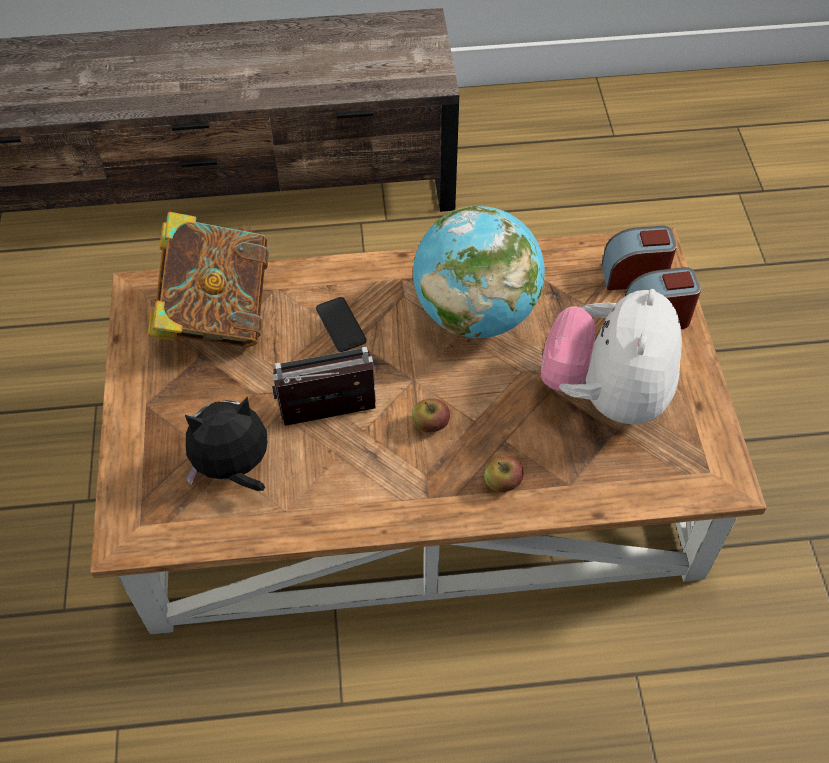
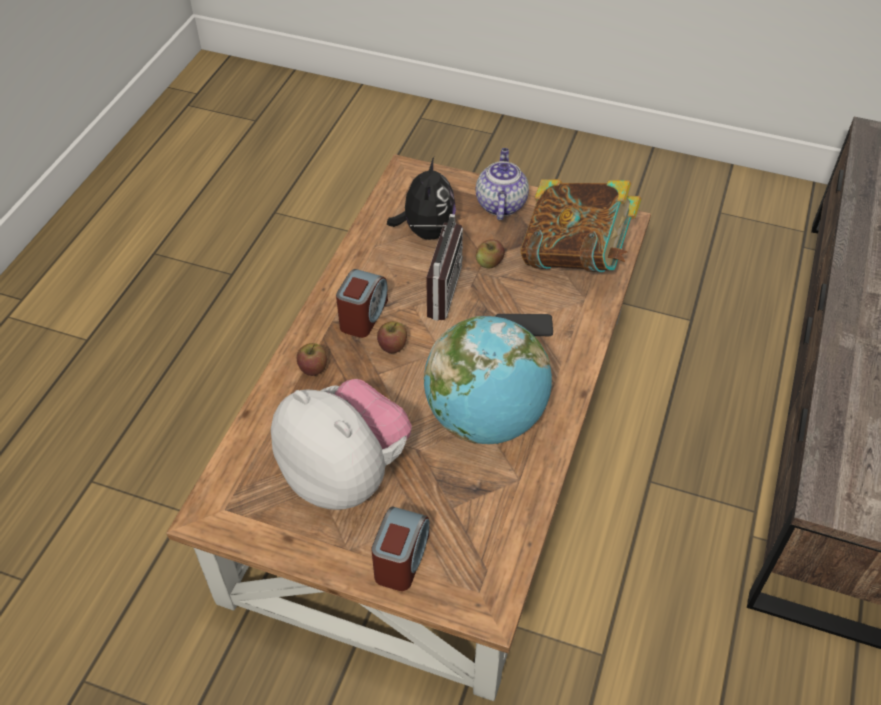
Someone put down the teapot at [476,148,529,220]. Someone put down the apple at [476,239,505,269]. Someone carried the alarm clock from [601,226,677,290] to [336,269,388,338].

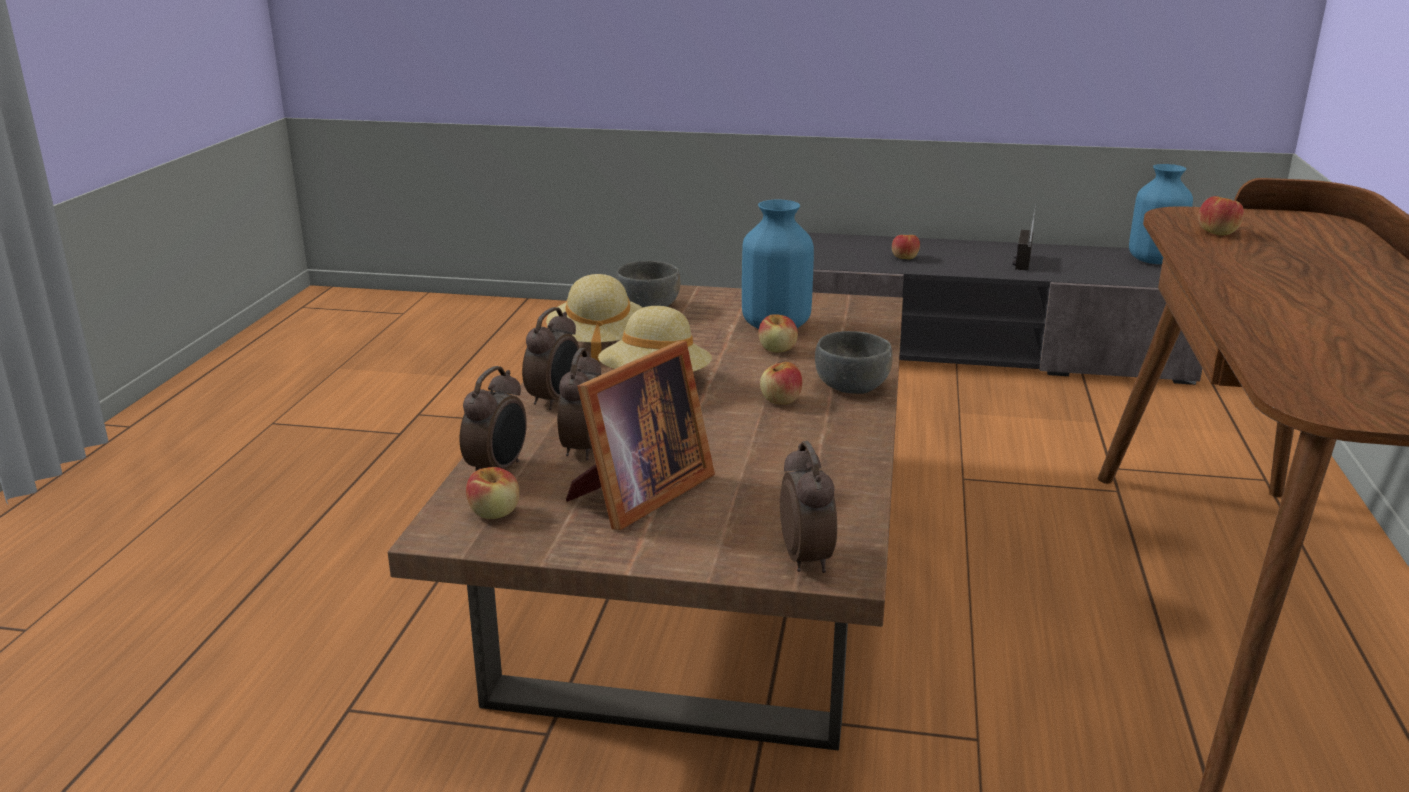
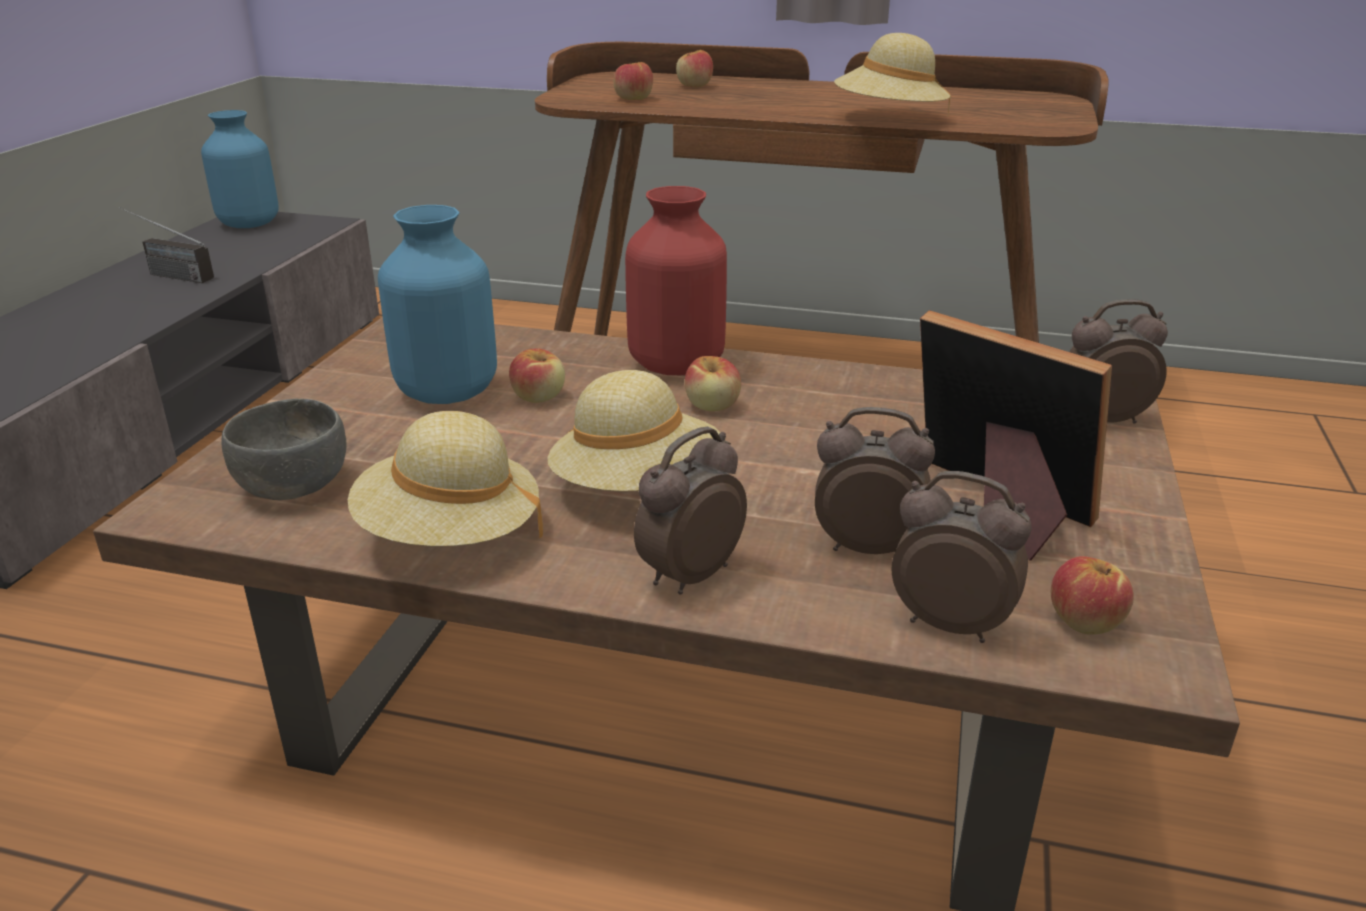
Someone put down the beige hat at [834,33,951,116]. Someone carried the apple from [892,235,920,259] to [676,50,713,87]. Someone swapped the grey bowl at [815,331,893,394] for the red vase at [625,186,727,375]. Someone rotated the alarm clock at [522,307,579,410] by 75 degrees counterclockwise.

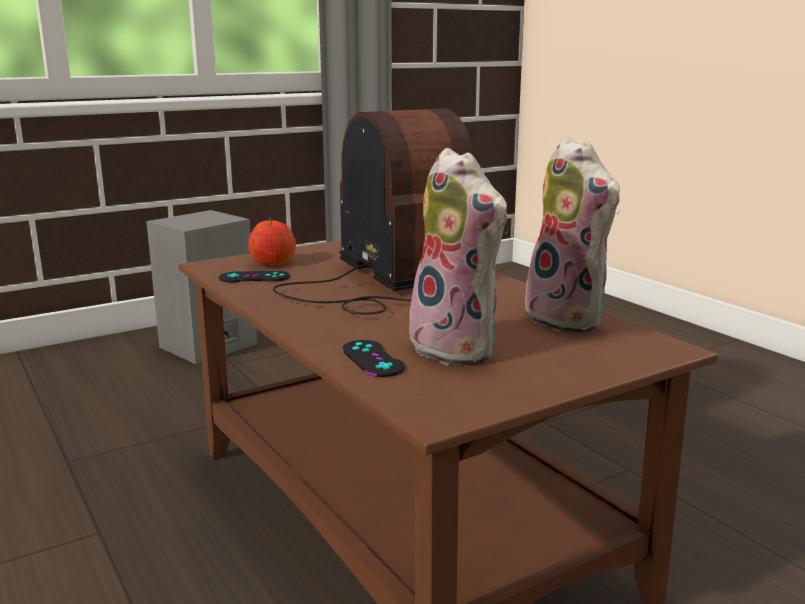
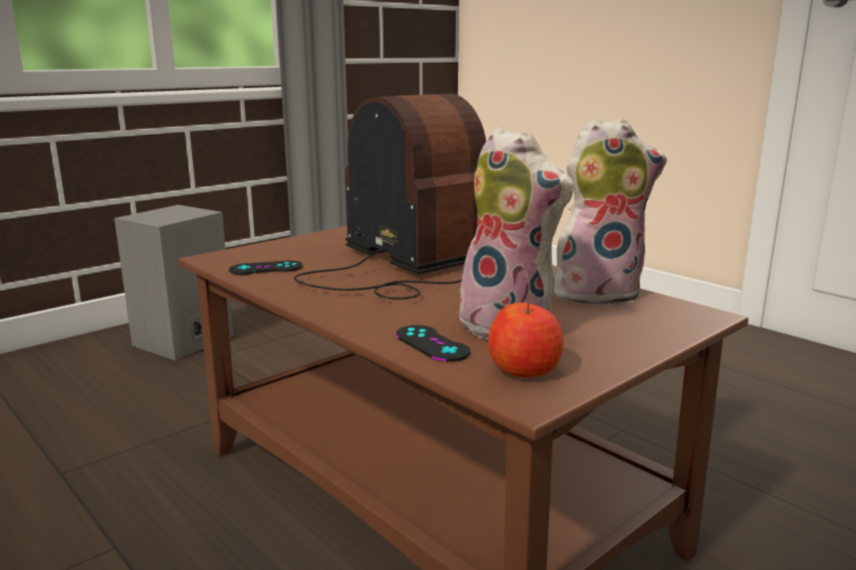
Someone carried the apple from [248,217,296,265] to [488,300,564,378]. Someone rotated the plush toy at [525,137,620,333] by 60 degrees counterclockwise.

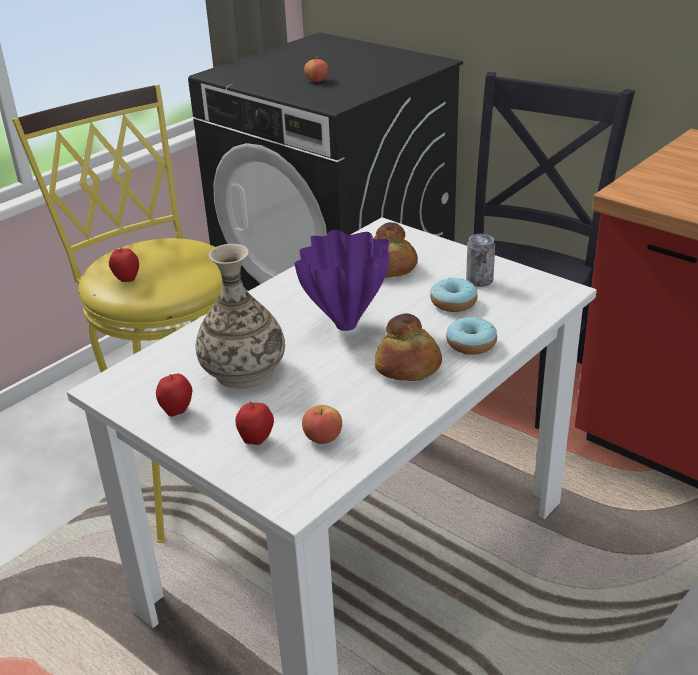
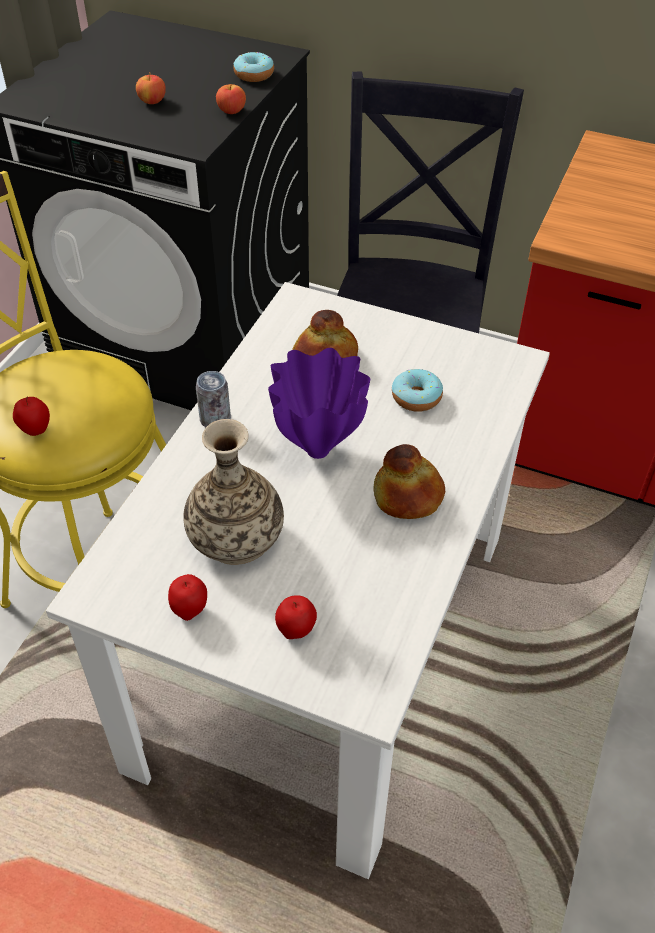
Someone carried the apple from [302,405,342,444] to [216,84,246,114]. Someone carried the donut from [446,317,497,355] to [233,52,274,82]. Someone carried the can from [466,234,495,287] to [196,371,231,427].

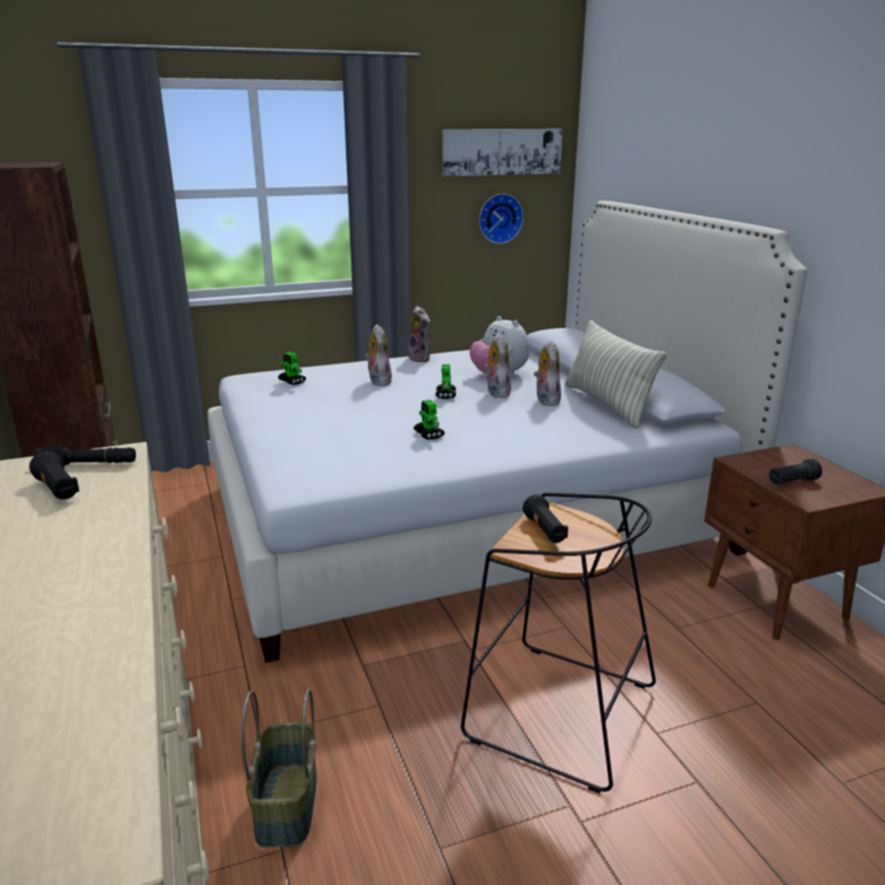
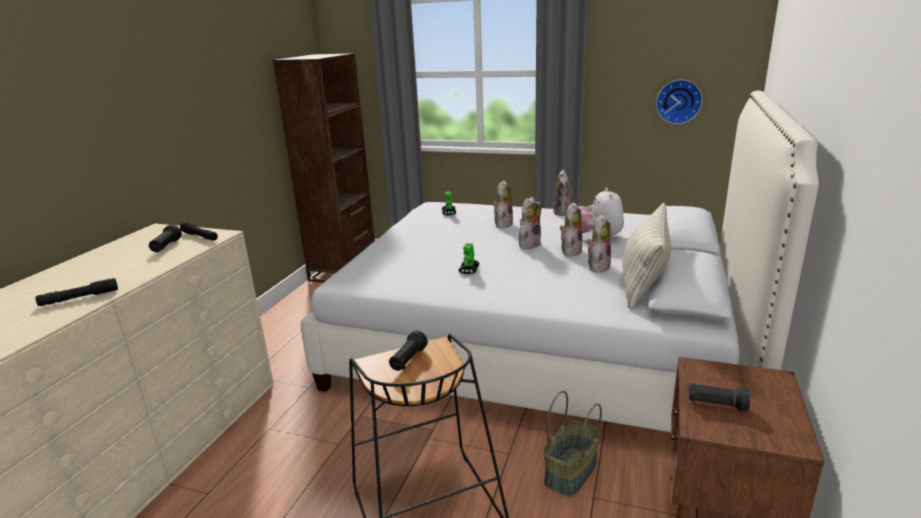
Someone took away the picture at [442,129,562,176]. Someone put down the black flashlight at [35,278,118,306]. Someone carried the basket from [241,689,316,848] to [544,391,602,497]. Someone swapped the toy robot at [436,364,456,399] for the plush toy at [519,197,541,249].

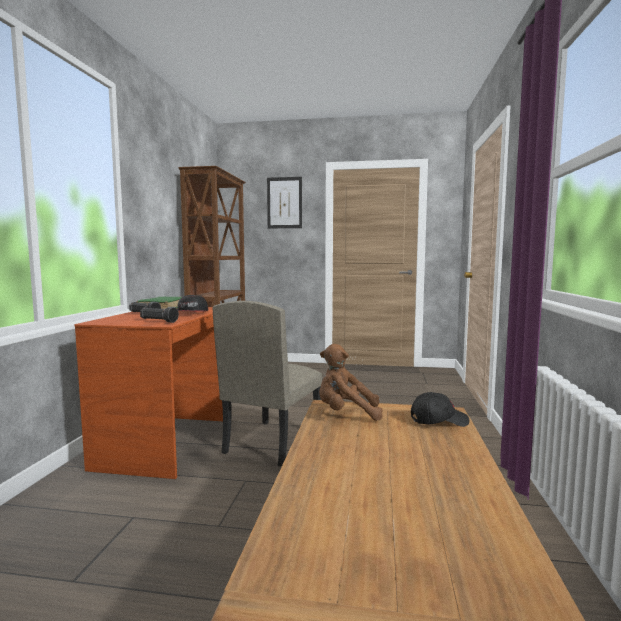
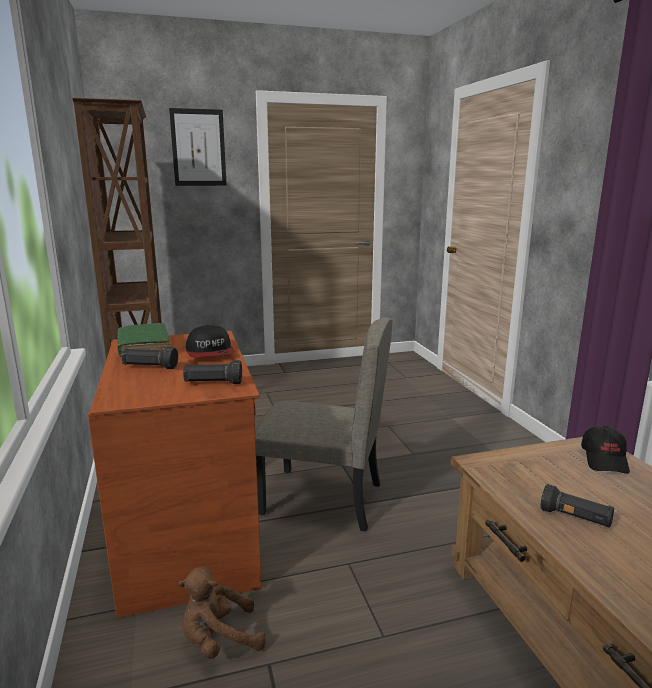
Someone put down the black flashlight at [540,484,614,527]. Someone carried the brown plush toy from [319,344,383,421] to [178,567,266,659]. Someone rotated the beige chair at [213,301,322,467] by 75 degrees counterclockwise. Someone rotated the black cap at [411,392,470,427] by 135 degrees clockwise.

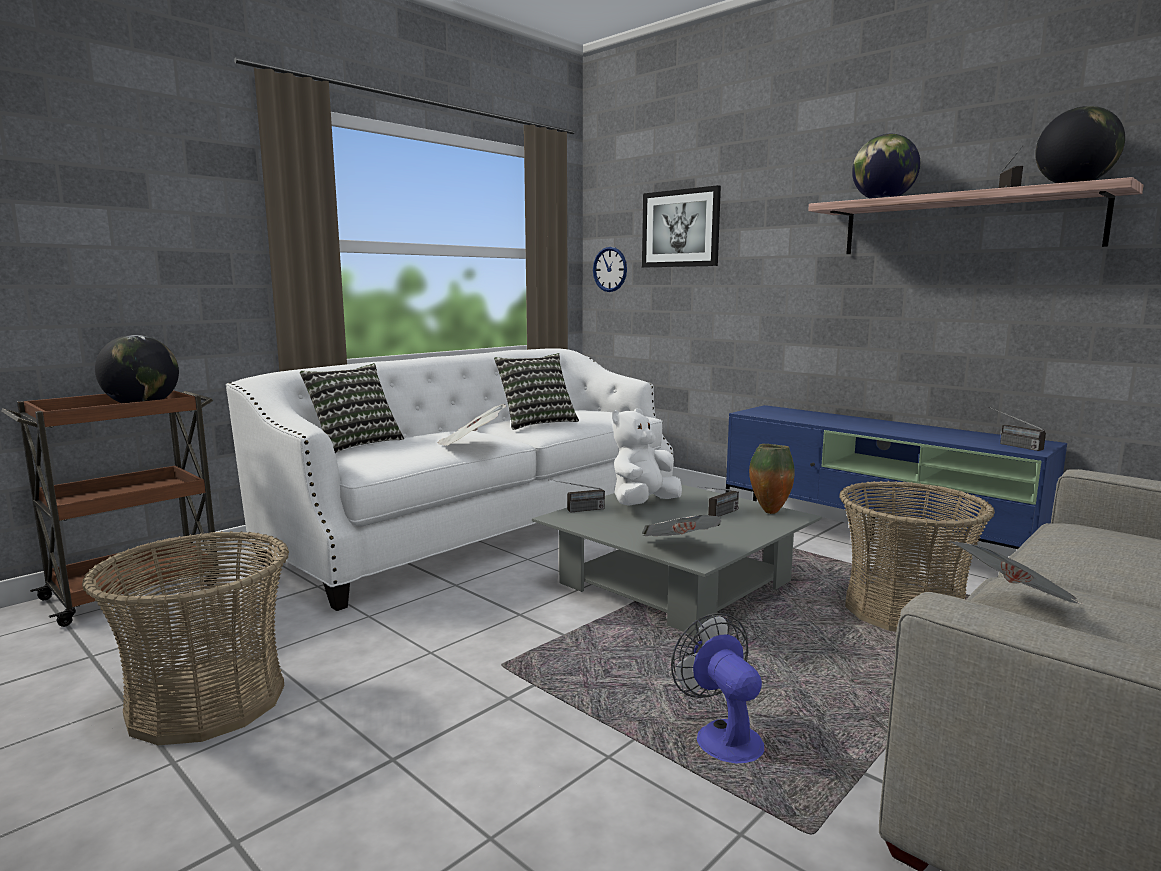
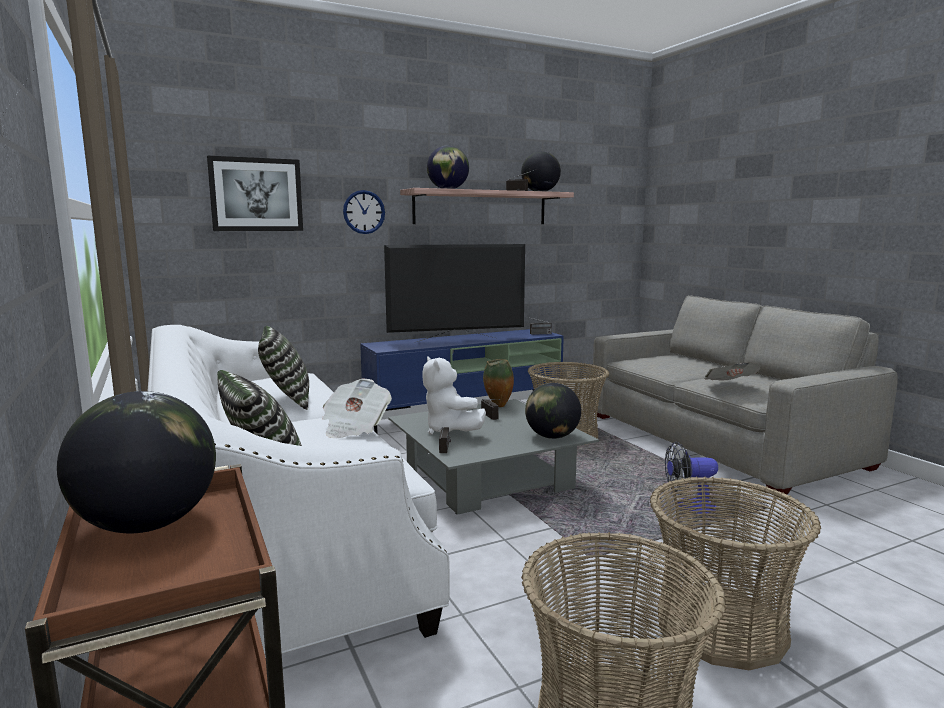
Someone put down the television at [384,244,525,343]. Someone put down the basket at [650,477,821,670]. Someone carried the wall clock from [593,247,627,292] to [343,190,385,234]. Someone swapped the newspaper at [642,515,721,536] for the globe at [525,383,581,439].

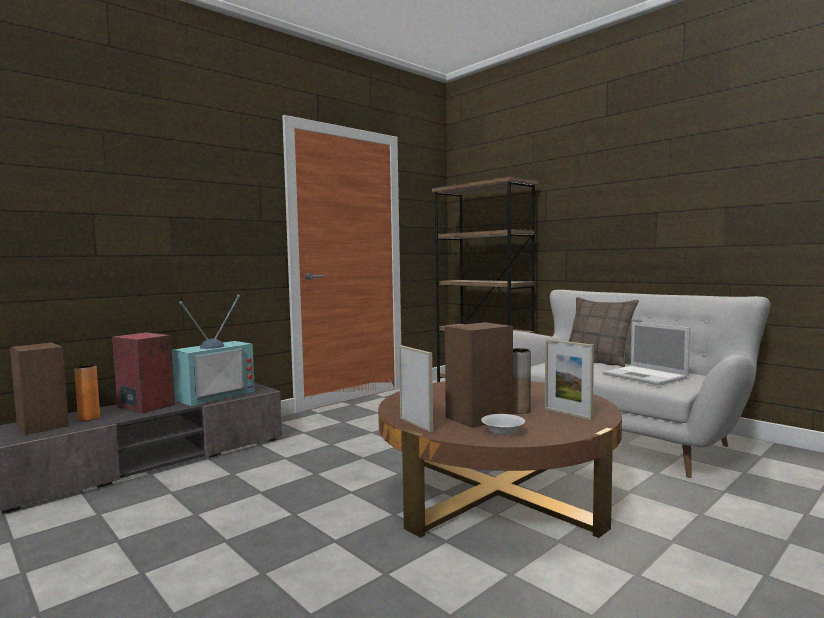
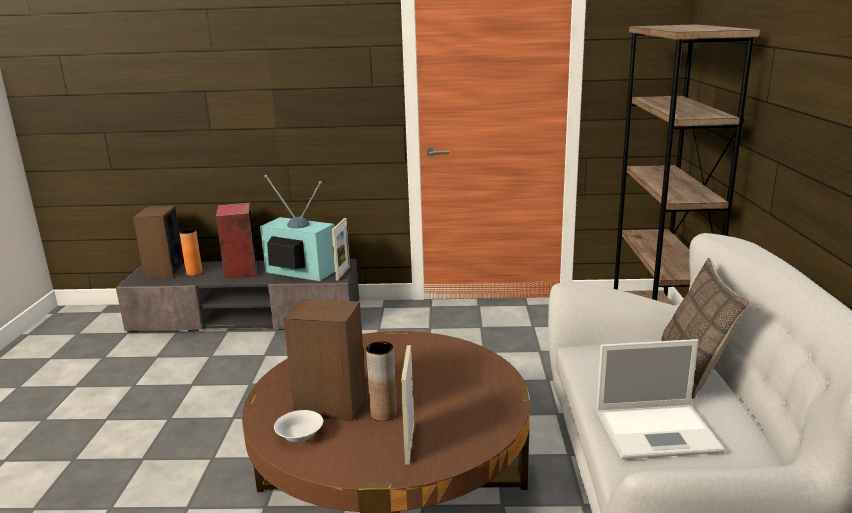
Someone carried the picture frame from [399,345,433,432] to [332,218,350,280]. Someone rotated the television at [172,295,255,406] by 150 degrees counterclockwise. Someone rotated the laptop at [603,322,690,385] by 105 degrees counterclockwise.

